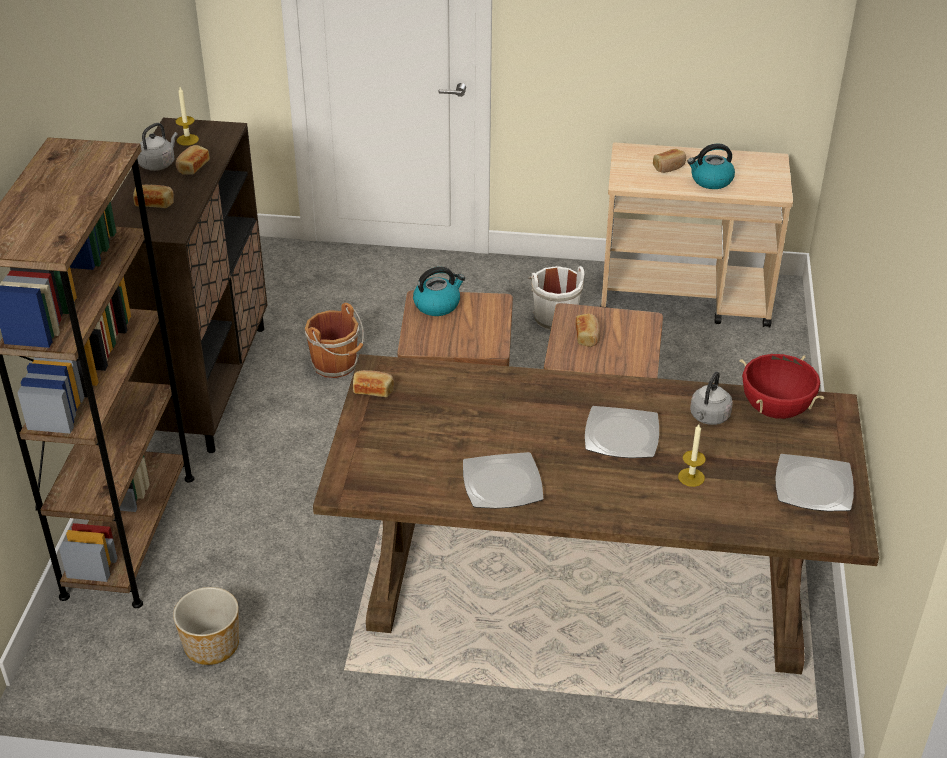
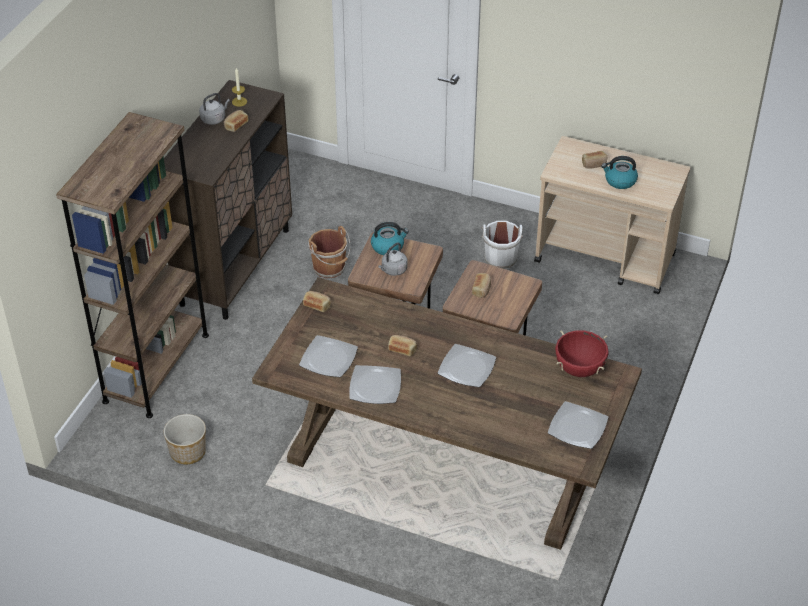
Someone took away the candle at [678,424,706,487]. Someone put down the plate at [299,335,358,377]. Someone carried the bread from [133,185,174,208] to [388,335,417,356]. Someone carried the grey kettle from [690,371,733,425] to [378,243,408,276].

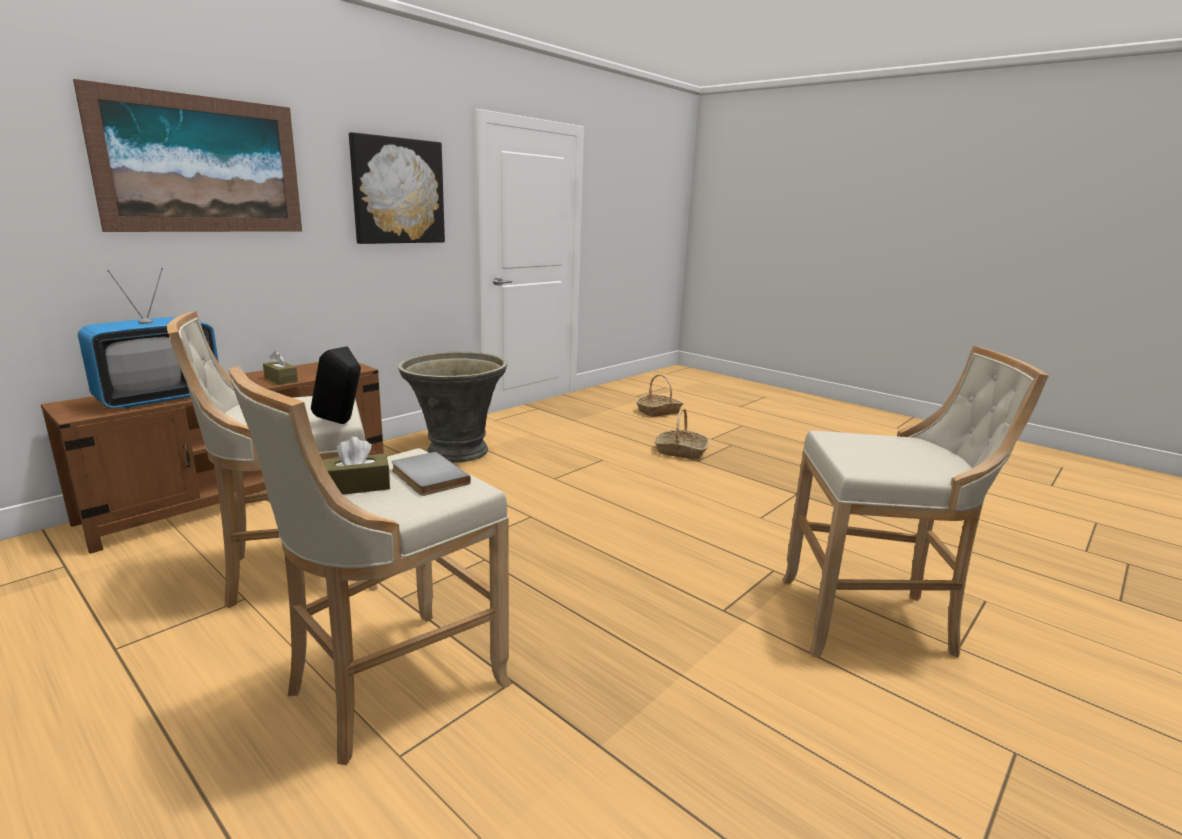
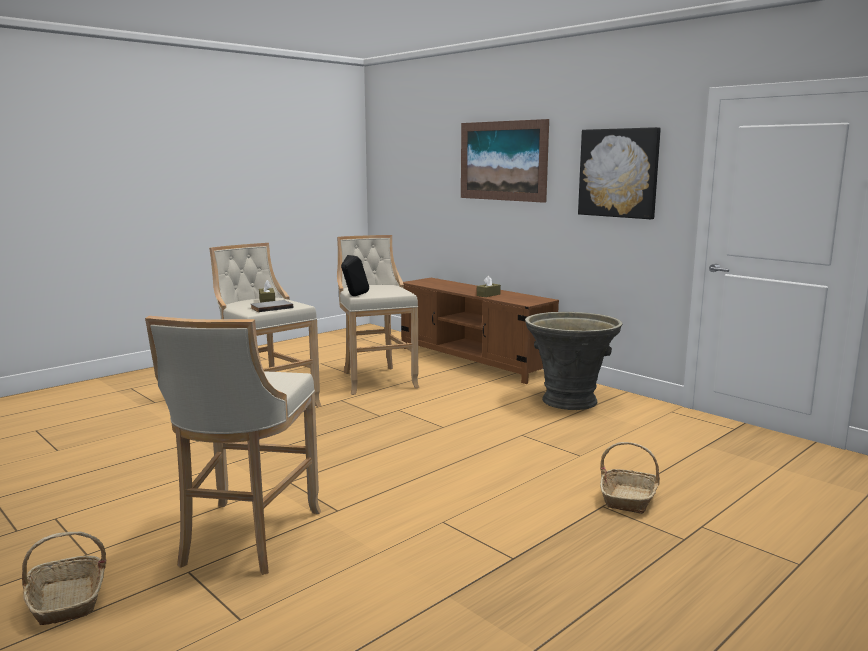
Someone took away the television at [78,268,219,409]. Someone carried the basket from [636,375,684,417] to [22,532,107,625].

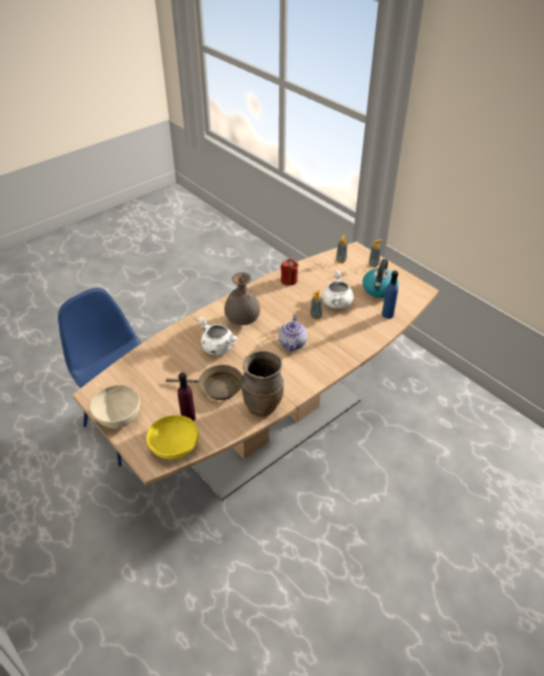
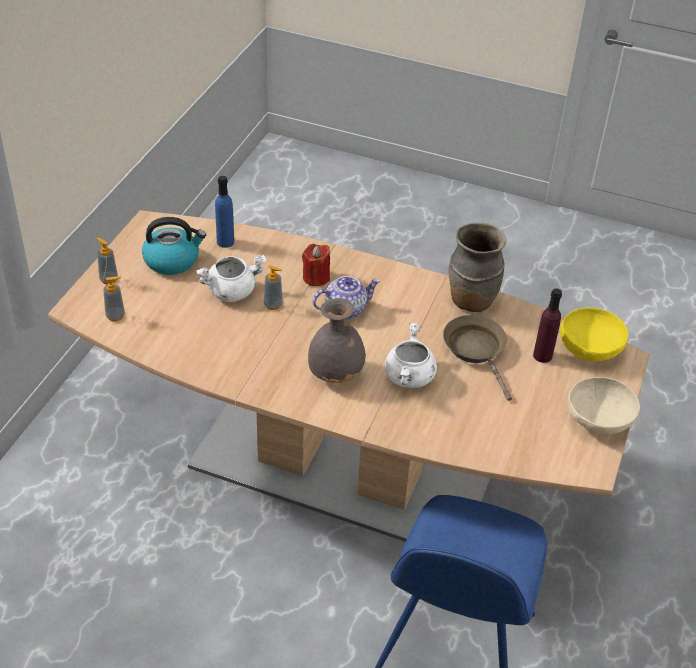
Someone carried the red candle from [281,259,299,286] to [302,244,330,286].

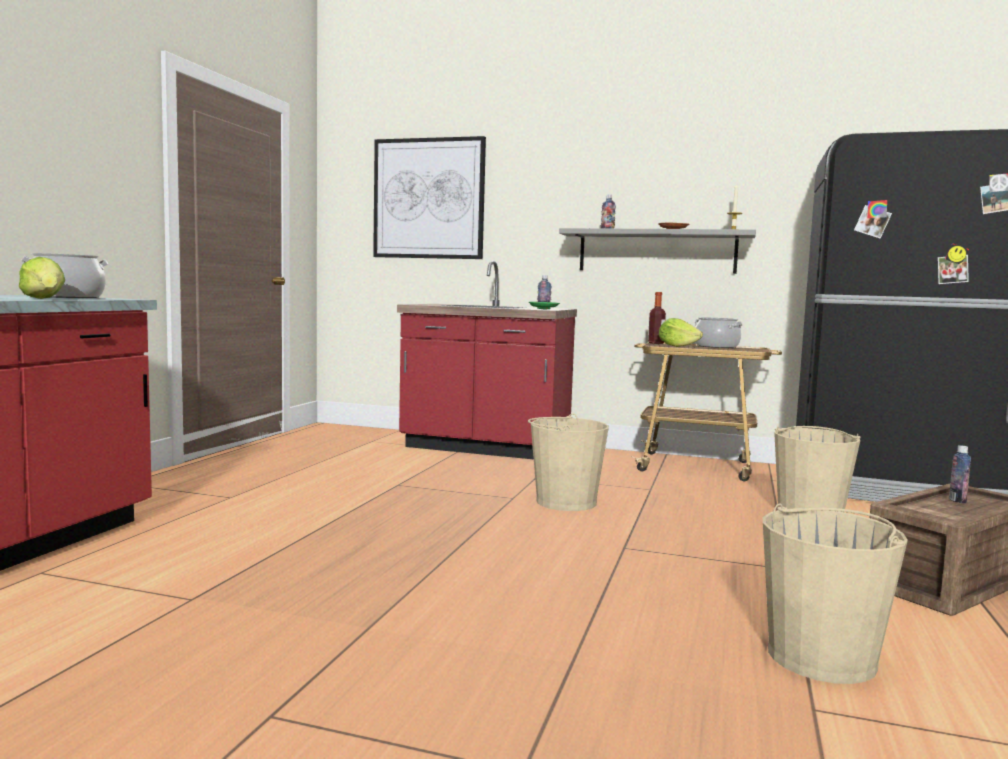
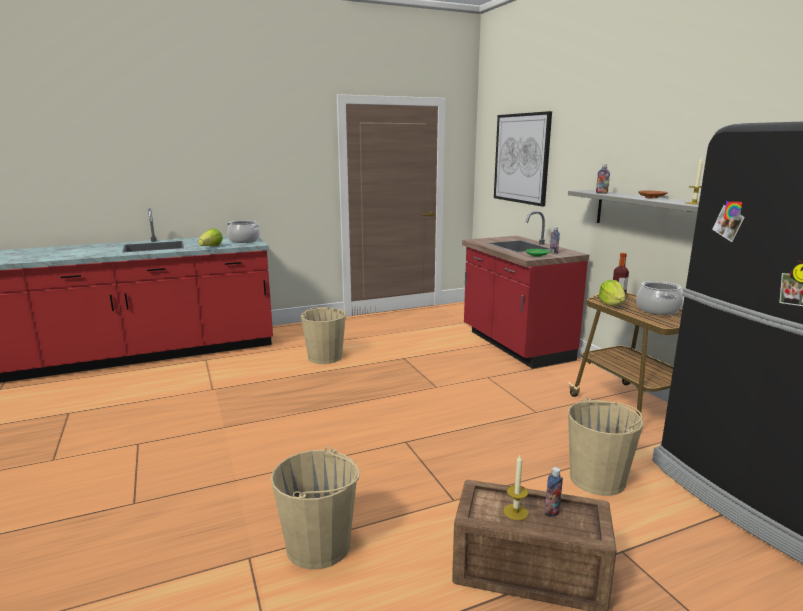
Someone put down the candle at [503,455,529,520]. Someone carried the beige bucket from [528,413,609,511] to [301,307,346,364].

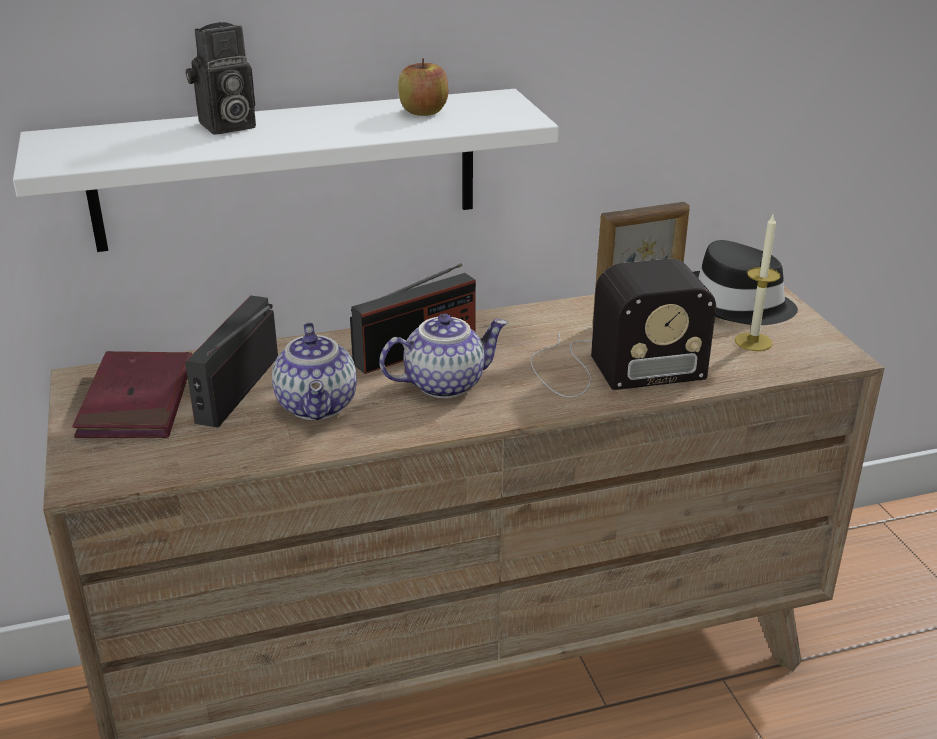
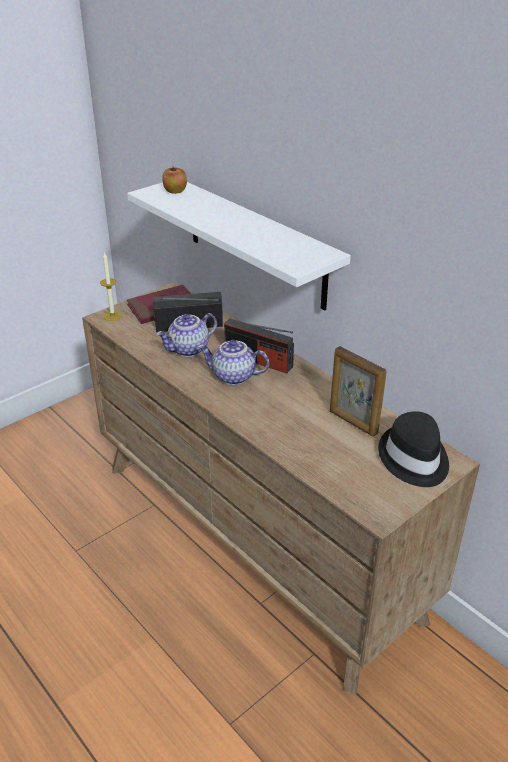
Someone took away the photo camera at [186,22,256,135]. Someone took away the radio at [530,259,716,398]. Someone carried the apple from [398,58,448,116] to [162,167,187,194]. Someone carried the candle from [735,213,781,351] to [100,252,122,321]. Someone rotated the teapot at [379,314,508,399] by 150 degrees clockwise.

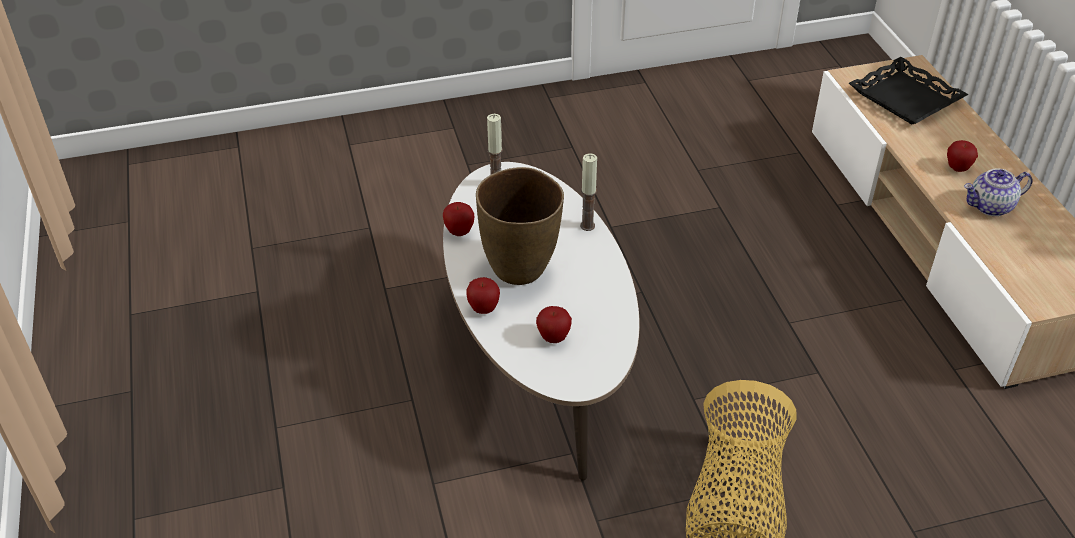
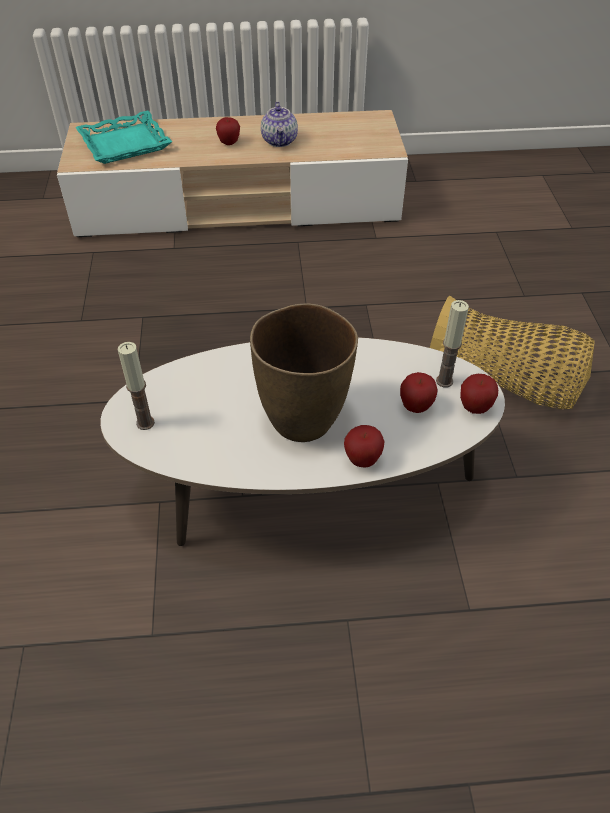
Someone carried the apple from [443,202,474,236] to [460,374,498,414]. Someone carried the candle from [580,153,597,231] to [436,300,469,387]. Someone repainted the black tray at [849,57,969,124], which became the turquoise tray at [76,111,172,164].

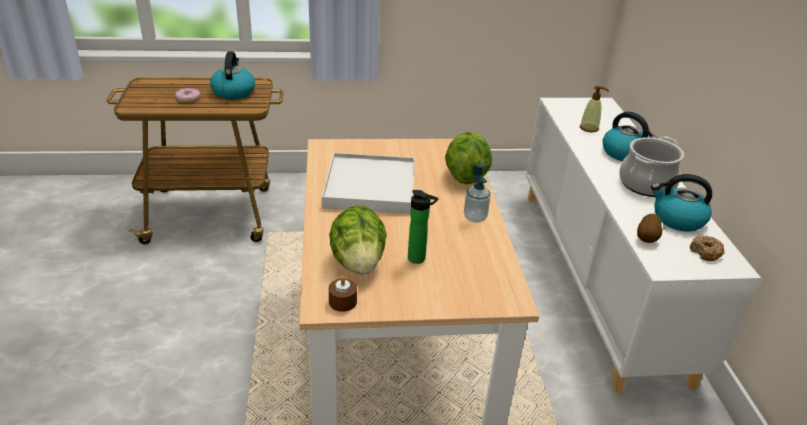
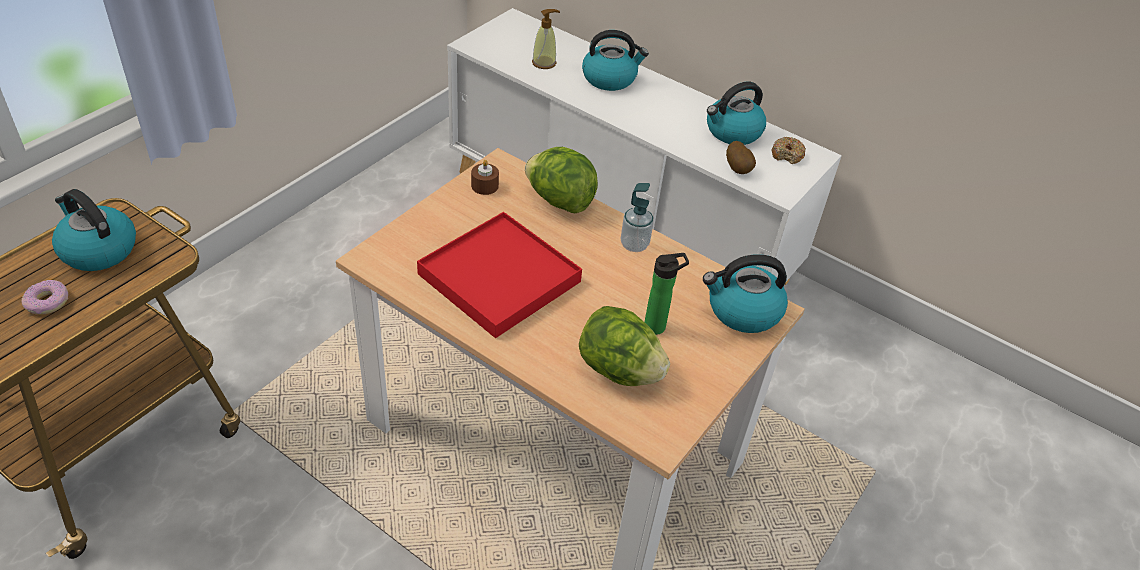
Someone took away the cooking pot at [619,136,684,197]. Someone put down the kettle at [703,254,788,333]. Someone carried the brown candle from [329,276,357,312] to [471,160,499,195]. Someone repainted the white tray at [322,153,415,214], which became the red tray at [417,212,582,338].

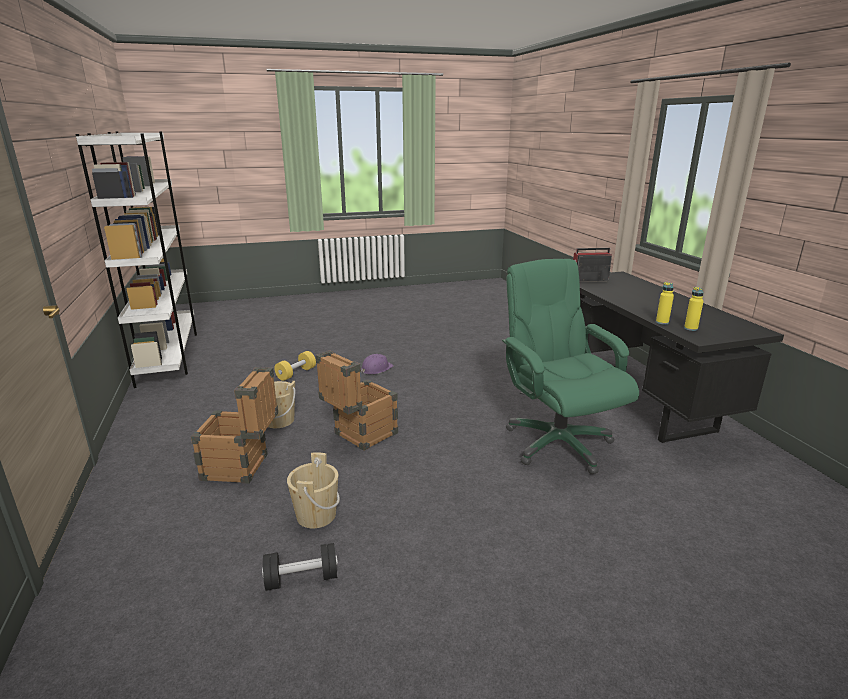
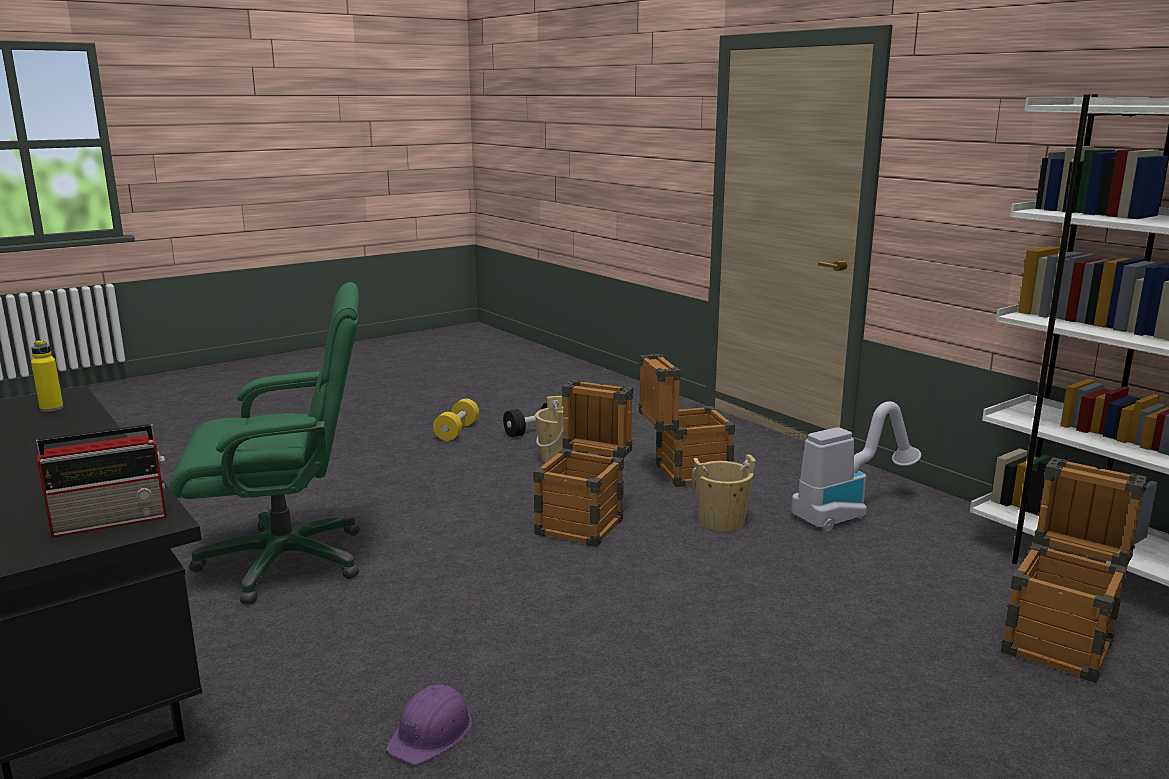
Someone took away the yellow bottle at [656,282,674,324]. Someone put down the vacuum cleaner at [791,401,921,531]. Someone put down the crate at [1001,457,1147,683]. Someone carried the yellow dumbbell from [274,351,316,381] to [433,399,479,441]. Someone carried the purple hard hat from [361,354,394,374] to [387,684,472,764]. Someone rotated the green office chair at [502,259,639,474] by 60 degrees counterclockwise.

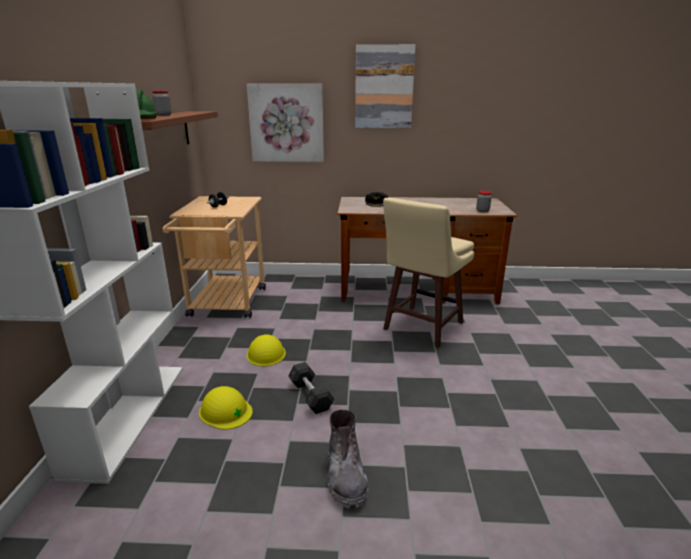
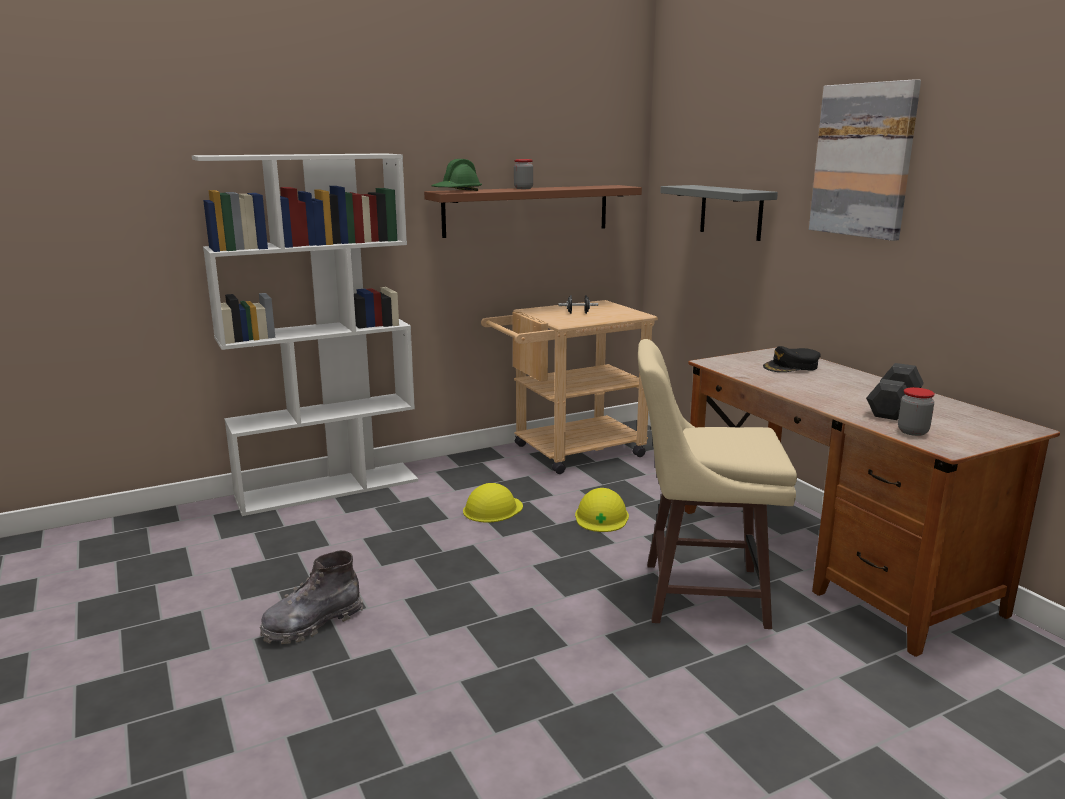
Someone carried the yellow hard hat from [199,386,253,430] to [575,488,629,532]. Someone carried the grey dumbbell from [288,362,334,414] to [866,363,924,420]. Someone swapped the picture at [247,84,324,162] for the grey shelf at [660,185,778,241].

